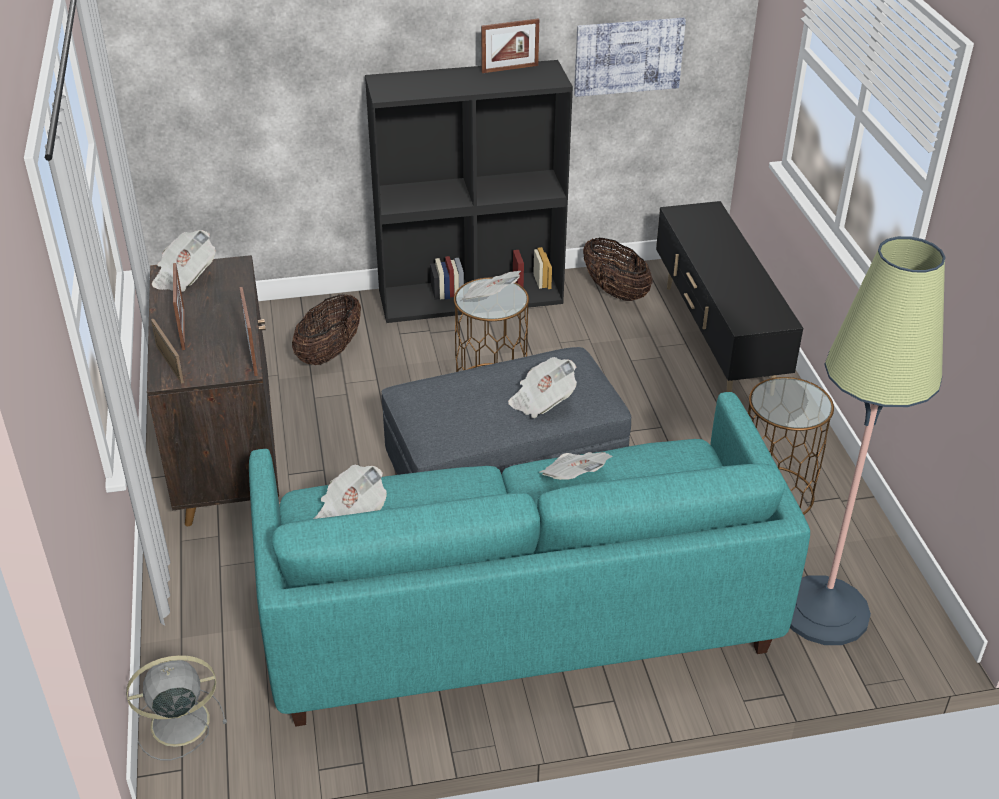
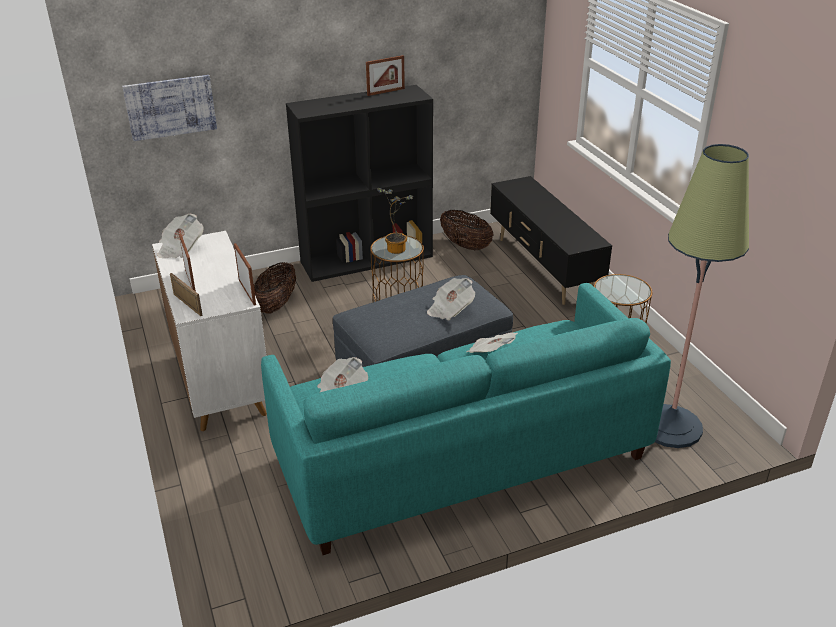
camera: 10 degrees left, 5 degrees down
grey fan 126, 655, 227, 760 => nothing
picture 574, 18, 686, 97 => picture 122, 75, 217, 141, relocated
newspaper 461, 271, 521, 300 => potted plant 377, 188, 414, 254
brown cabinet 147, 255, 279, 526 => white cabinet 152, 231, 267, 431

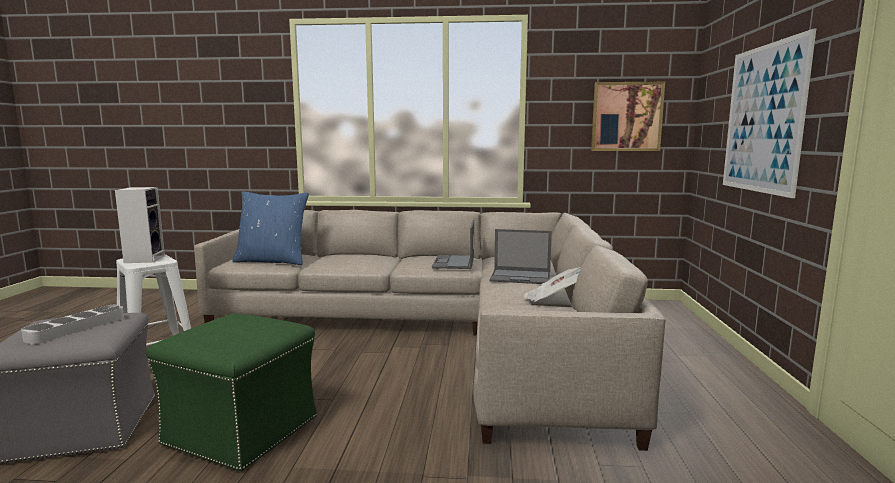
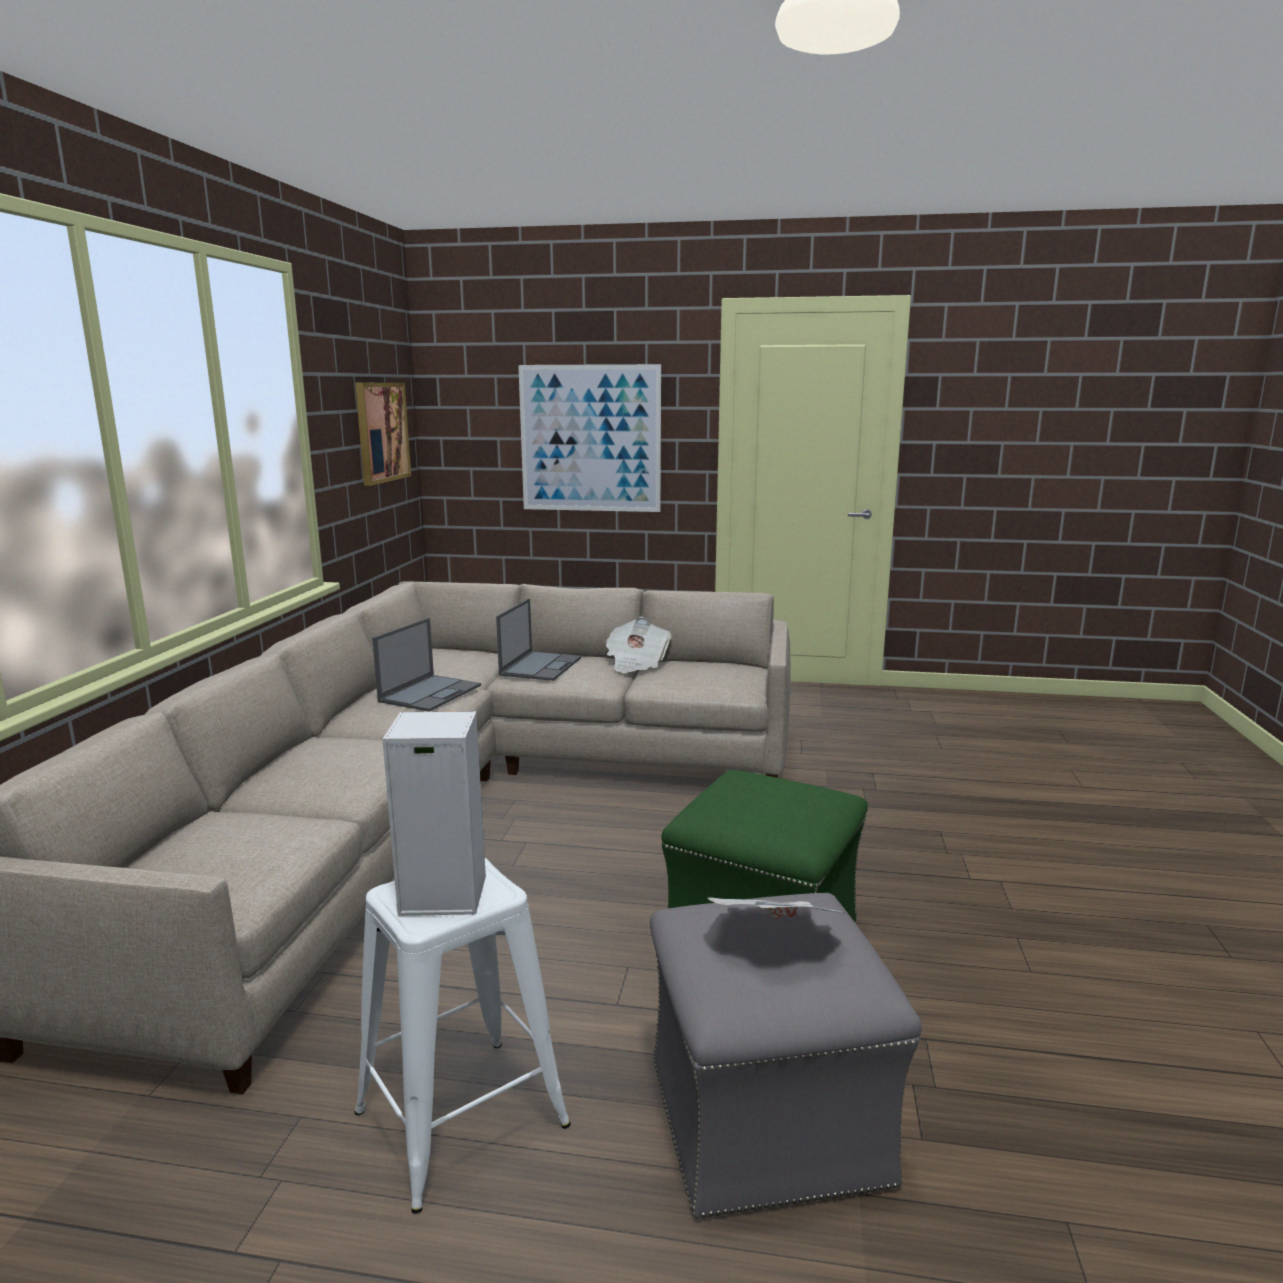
camera: 85 degrees left, 5 degrees up
blue pillow 232, 192, 309, 265 => nothing
grey tray 21, 305, 124, 344 => newspaper 708, 898, 847, 919
laptop 432, 220, 474, 269 => laptop 372, 618, 481, 712, 75 degrees counterclockwise

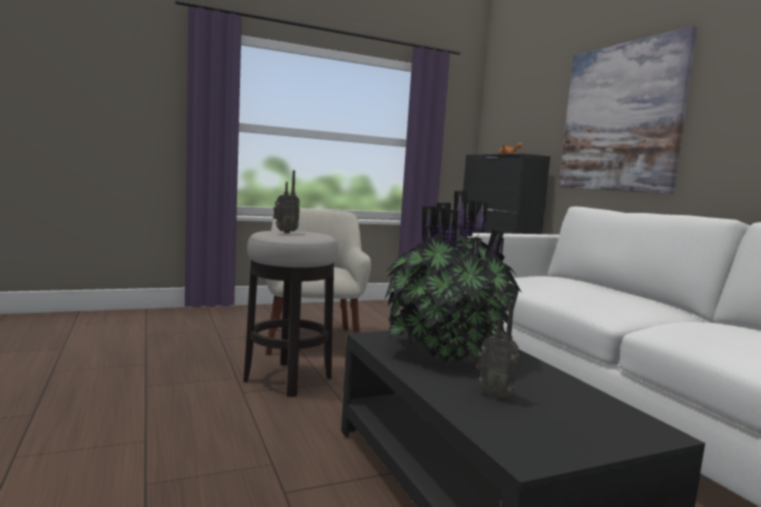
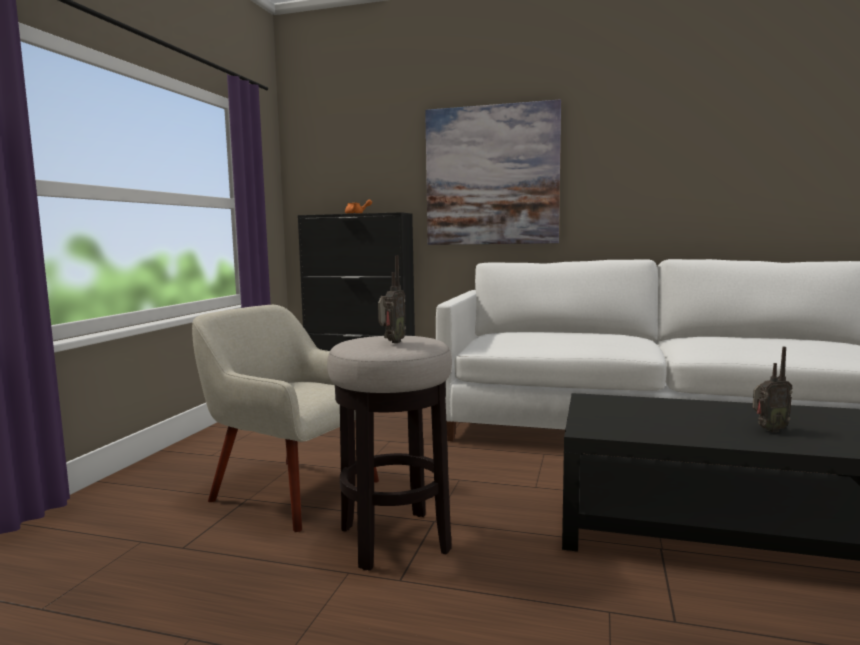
camera: 50 degrees left, 0 degrees up
potted plant 384, 191, 522, 363 => nothing

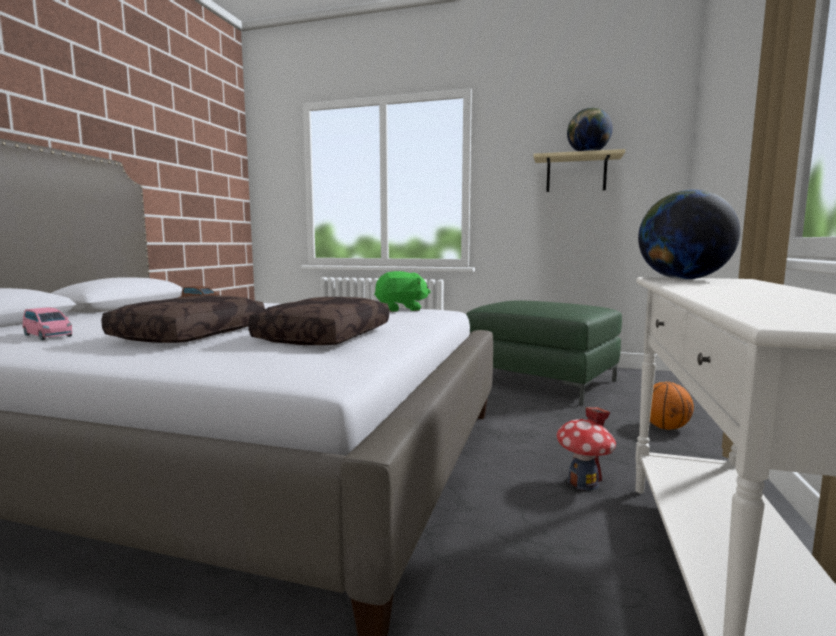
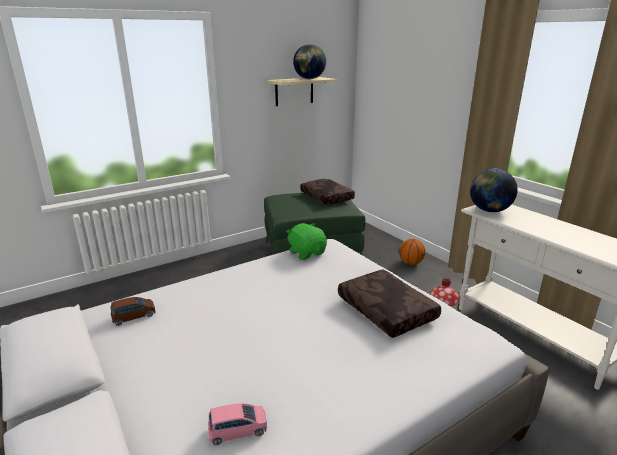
camera: 50 degrees left, 15 degrees up
brown pillow 101, 295, 265, 343 => brown pillow 300, 179, 355, 205, relocated
green plush toy 374, 271, 431, 312 => green plush toy 286, 223, 327, 260, 60 degrees counterclockwise

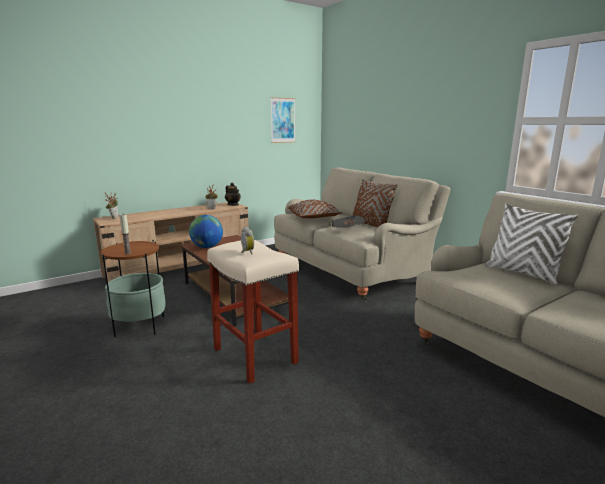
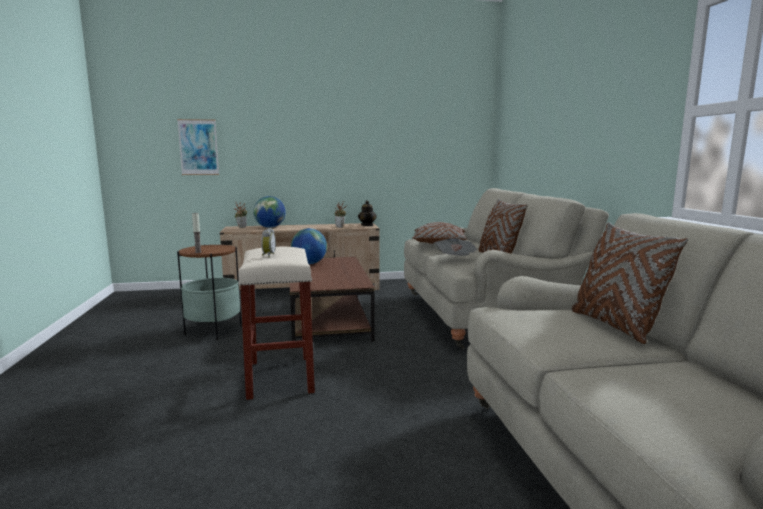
camera: 25 degrees right, 5 degrees down
nothing => globe 253, 196, 286, 228
picture 270, 97, 295, 143 => picture 177, 119, 219, 175, relocated
white pillow 485, 203, 578, 284 => brown pillow 572, 222, 688, 344

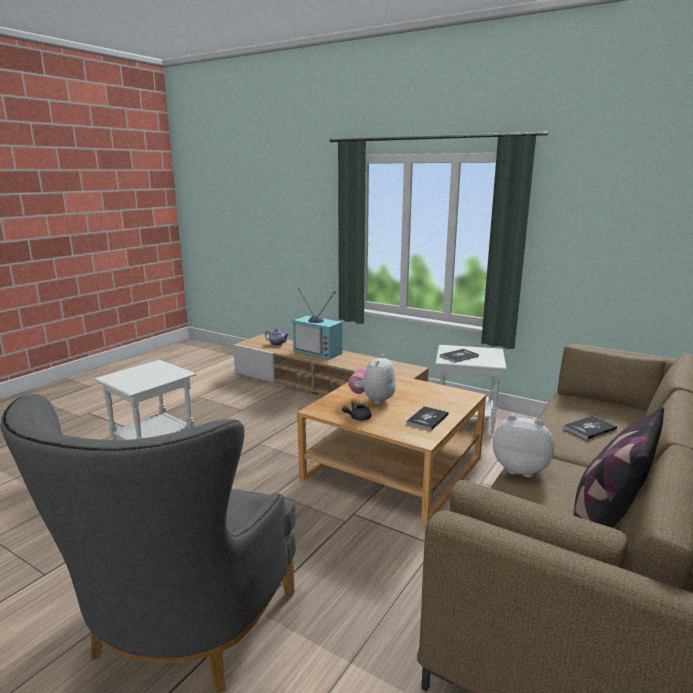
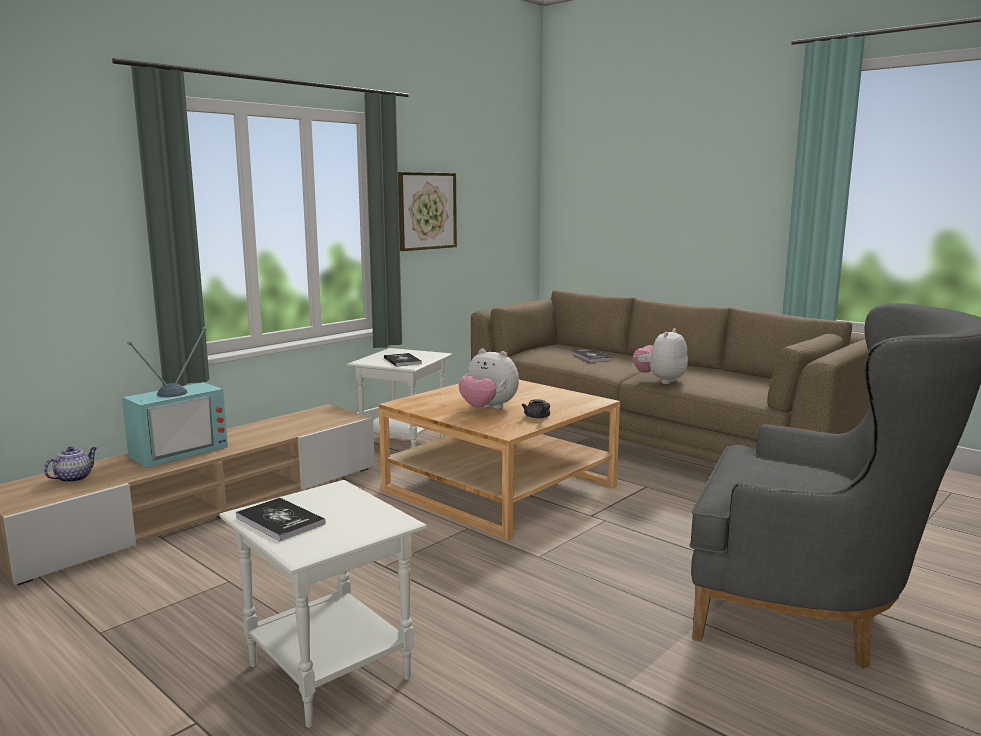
camera: 80 degrees left, 5 degrees down
pillow 573, 407, 664, 528 => nothing
nothing => picture 398, 172, 457, 251
book 406, 406, 449, 431 => book 236, 498, 326, 541, relocated

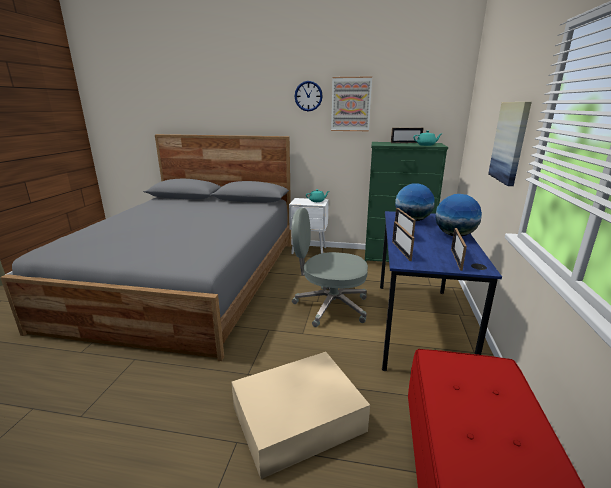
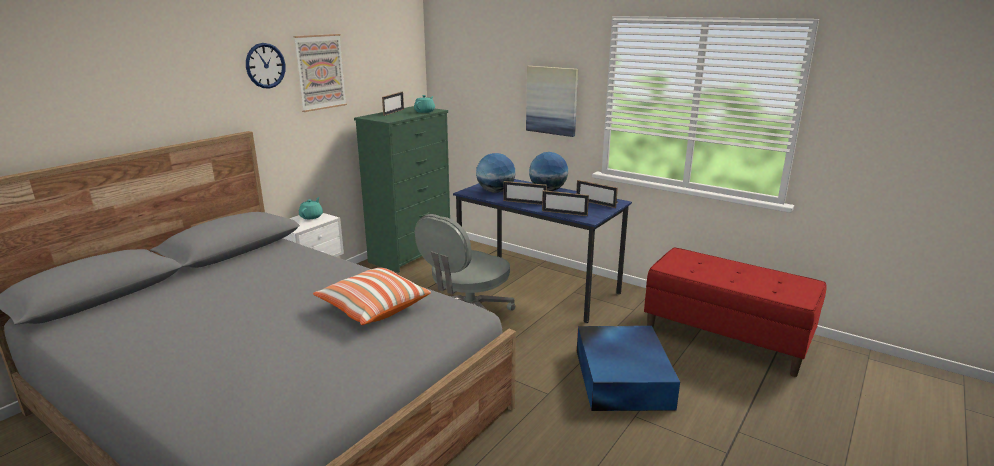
camera: 65 degrees left, 0 degrees up
nothing => pillow 313, 268, 431, 325
beige storage box 231, 352, 370, 479 => blue storage box 577, 326, 680, 411

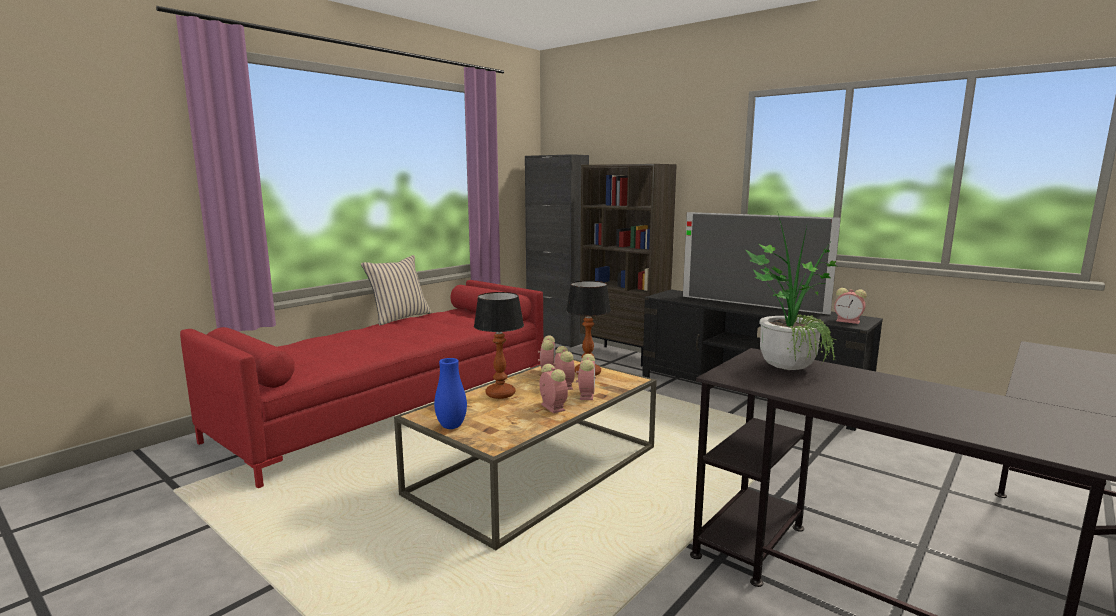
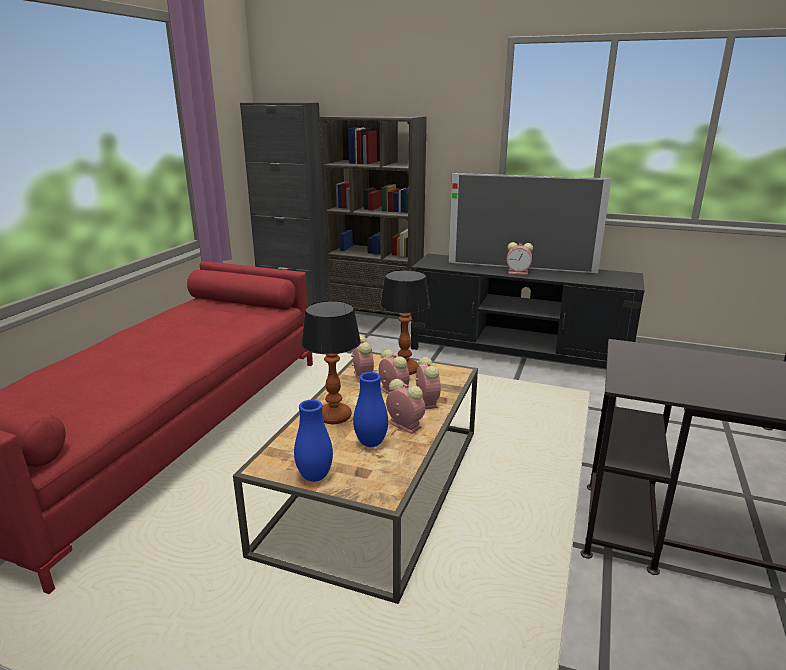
camera: 20 degrees left, 10 degrees up
beige pillow 361, 255, 432, 326 => nothing
potted plant 745, 214, 837, 370 => nothing
nothing => blue vase 353, 372, 388, 447
alarm clock 834, 288, 866, 324 => alarm clock 507, 242, 533, 275, relocated

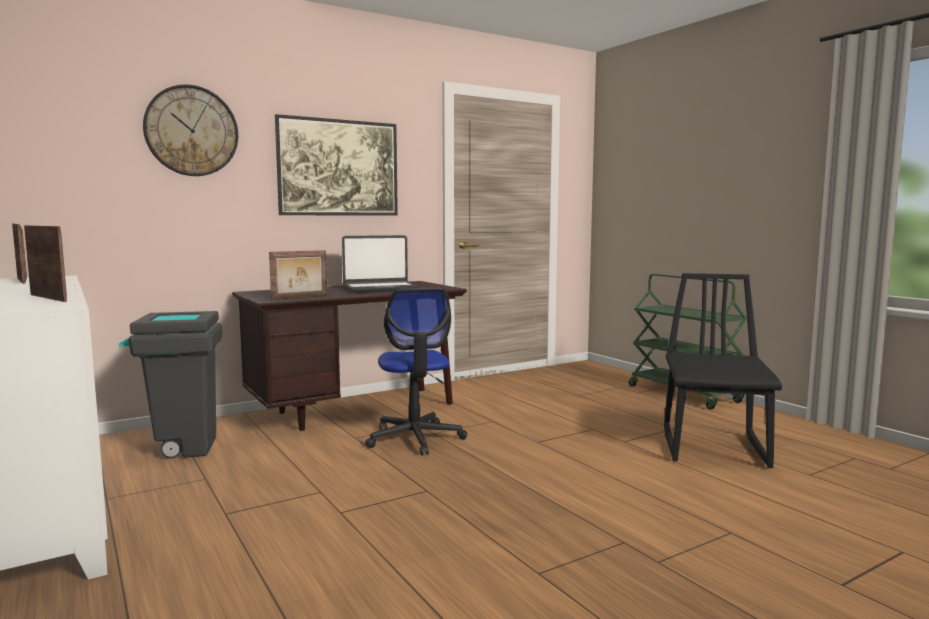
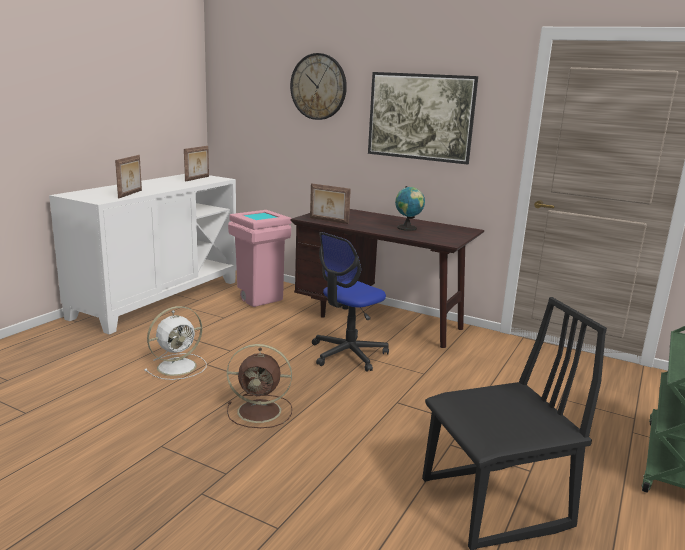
camera: 60 degrees right, 10 degrees up
nothing => white fan 144, 306, 207, 380
nothing => brown fan 227, 344, 292, 428
laptop 342, 235, 420, 293 => globe 395, 186, 425, 231
grey trash can 119, 311, 222, 459 => pink trash can 228, 210, 291, 307

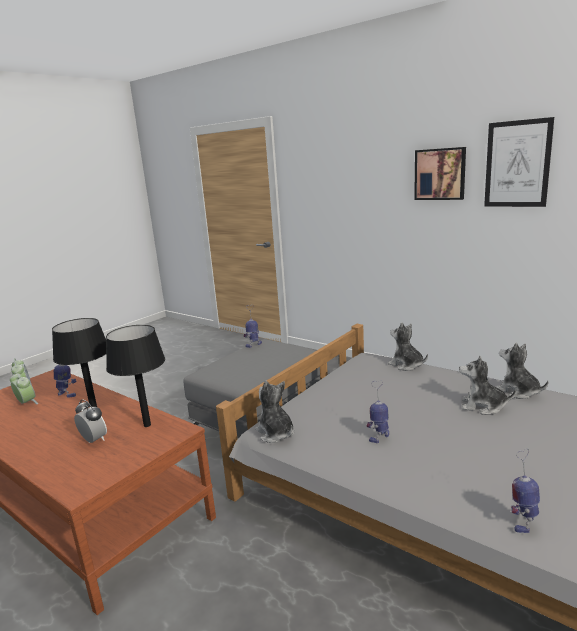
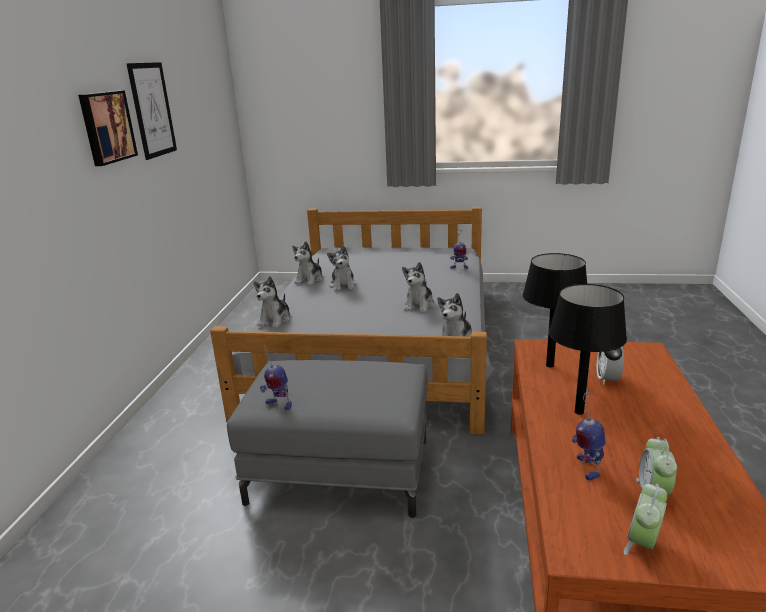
camera: 120 degrees left, 5 degrees up
toy robot 366, 380, 389, 443 => plush toy 402, 262, 435, 313

